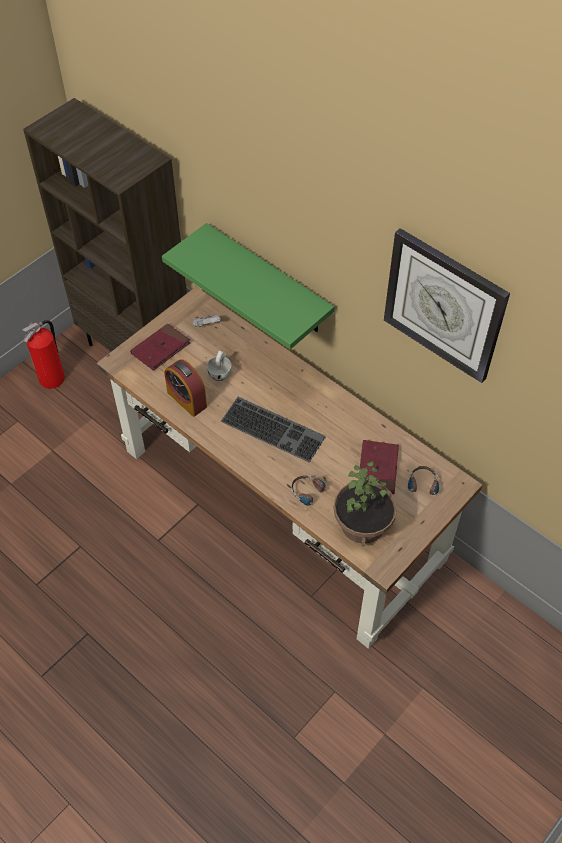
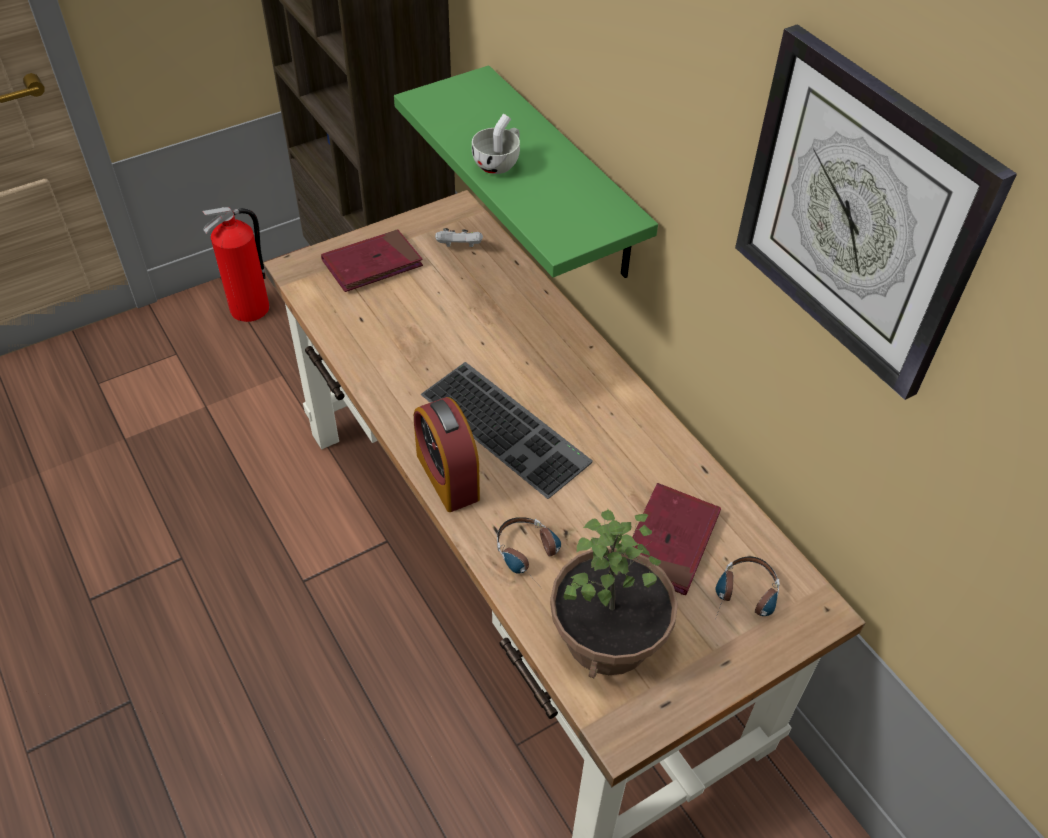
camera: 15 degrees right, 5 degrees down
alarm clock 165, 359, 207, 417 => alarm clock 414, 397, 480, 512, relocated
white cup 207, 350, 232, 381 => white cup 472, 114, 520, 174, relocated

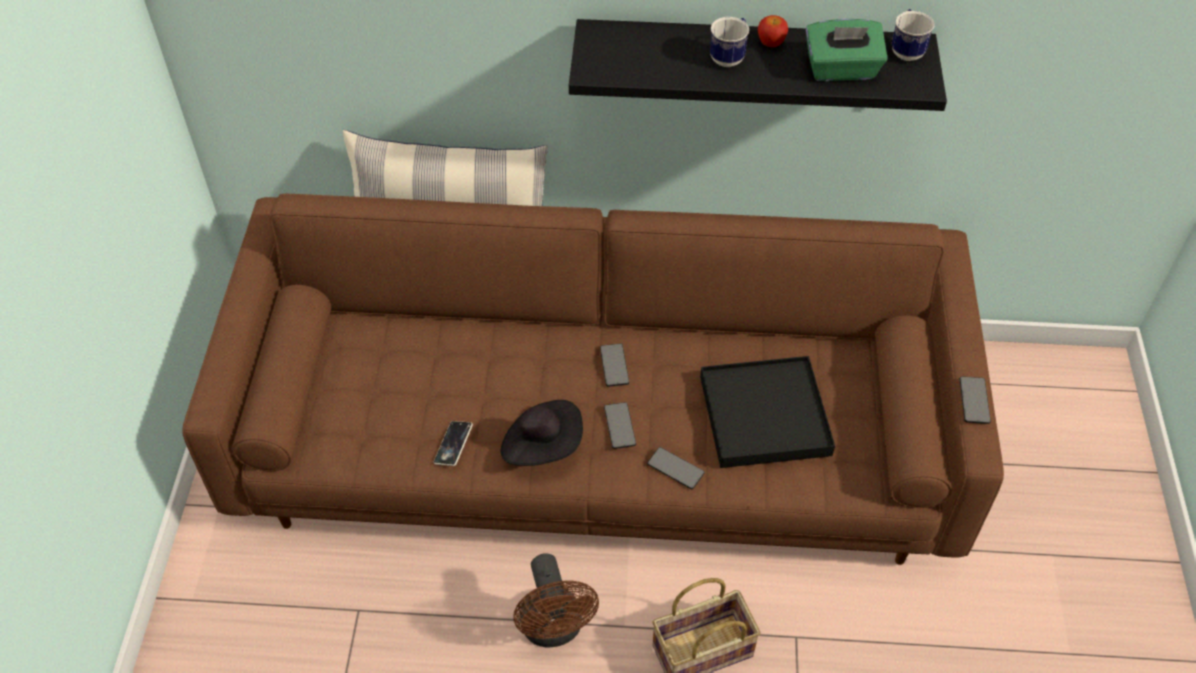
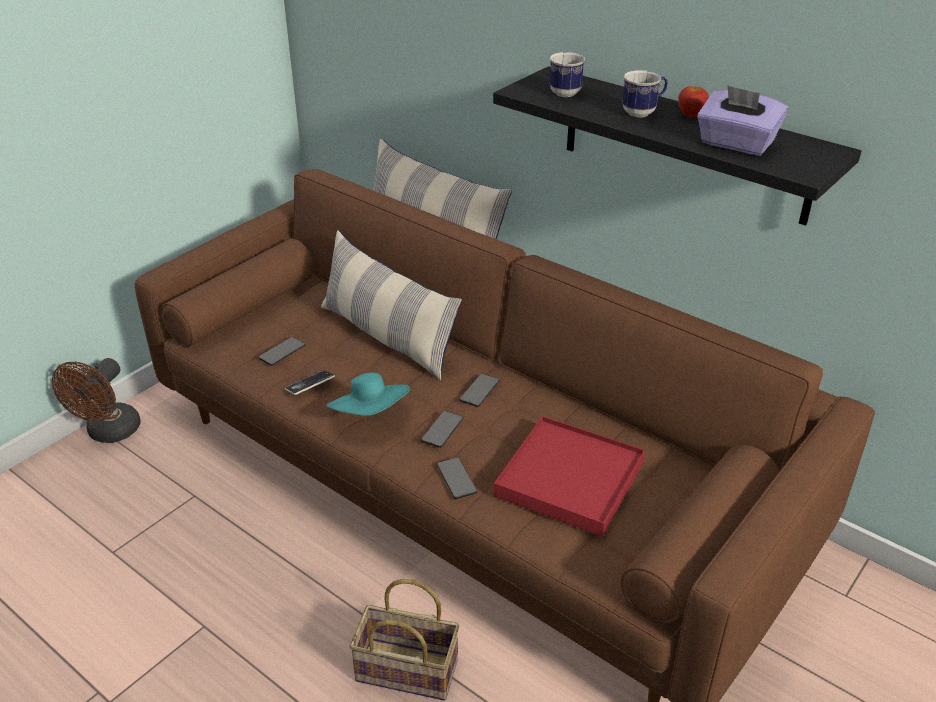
camera: 35 degrees right, 15 degrees down
nothing => pillow 321, 230, 462, 381
brown fan 513, 553, 599, 648 => brown fan 52, 358, 141, 443, relocated
mug 892, 9, 934, 61 => mug 550, 52, 585, 97, relocated
phone 959, 376, 991, 424 => phone 258, 337, 305, 366, relocated
black hat 501, 400, 583, 466 => turquoise hat 327, 373, 410, 415
black tray 700, 356, 835, 468 => red tray 494, 416, 645, 537
green tissue box 806, 19, 888, 81 => purple tissue box 697, 85, 788, 156

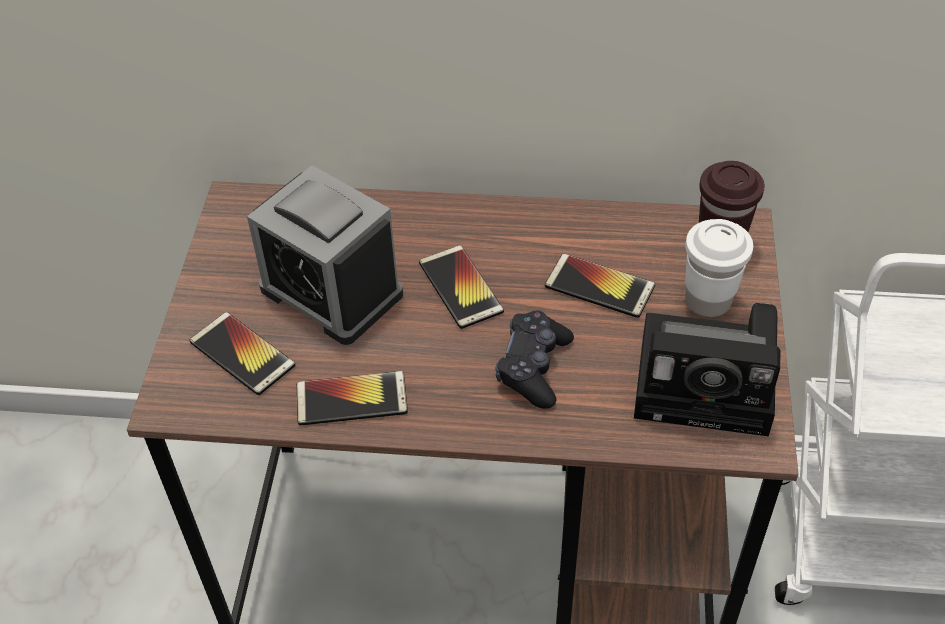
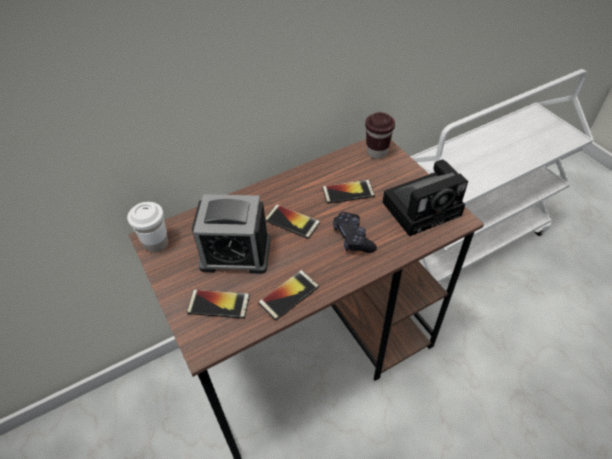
camera: 35 degrees left, 0 degrees up
white cup 685, 219, 753, 317 => white cup 127, 202, 168, 253, relocated

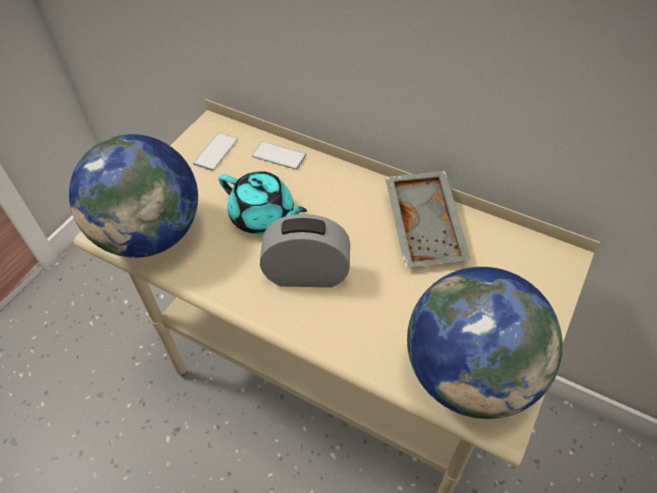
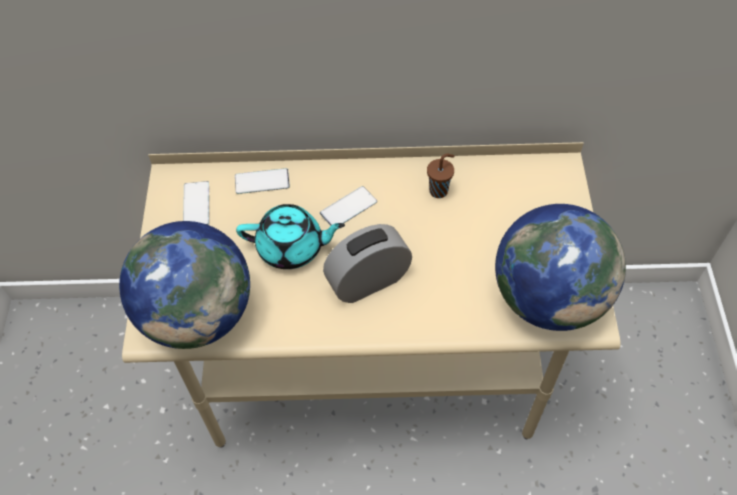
camera: 30 degrees left, 5 degrees up
nothing => phone 320, 186, 377, 226
grey tray 385, 170, 471, 268 => brown cup 427, 154, 454, 198

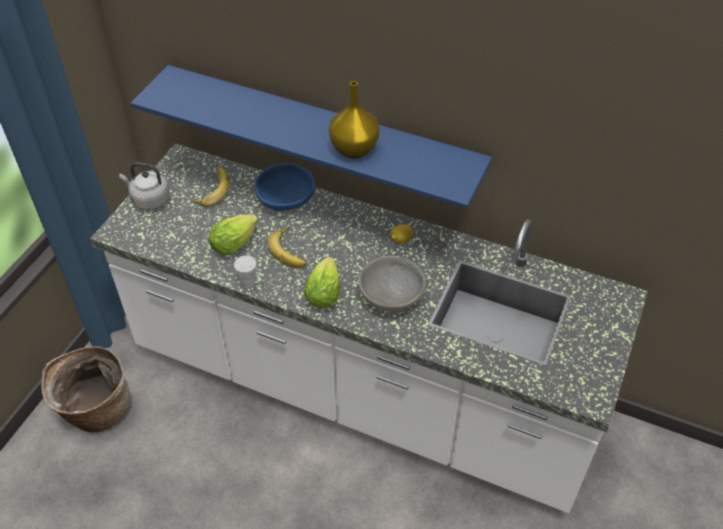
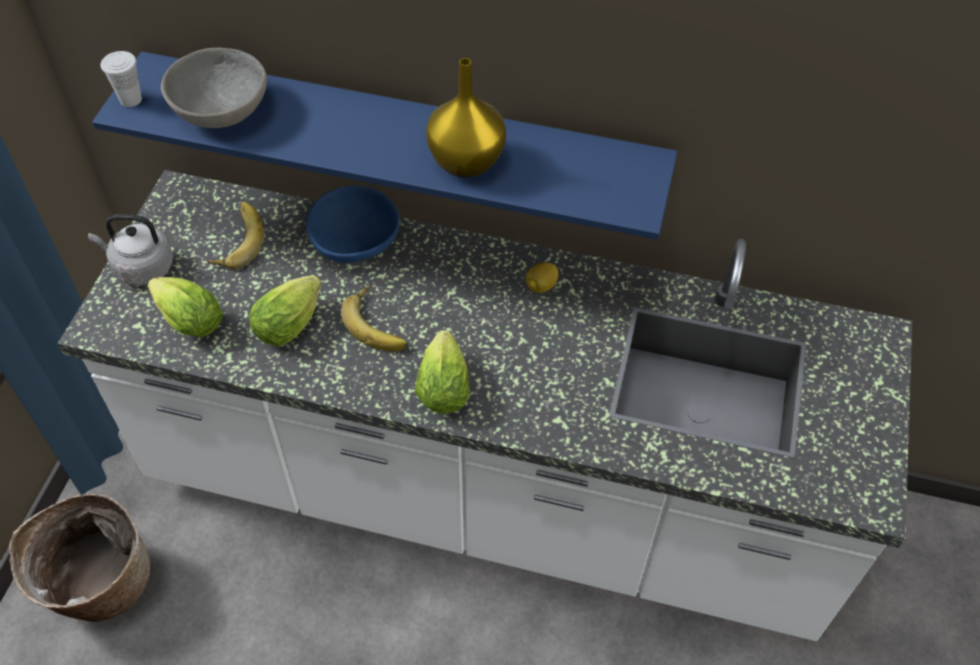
camera: 10 degrees left, 5 degrees up
nothing => lettuce 148, 277, 223, 337
white cup 234, 256, 257, 289 => white cup 101, 51, 142, 107, relocated
grey bowl 358, 256, 426, 312 => grey bowl 161, 48, 267, 128, relocated

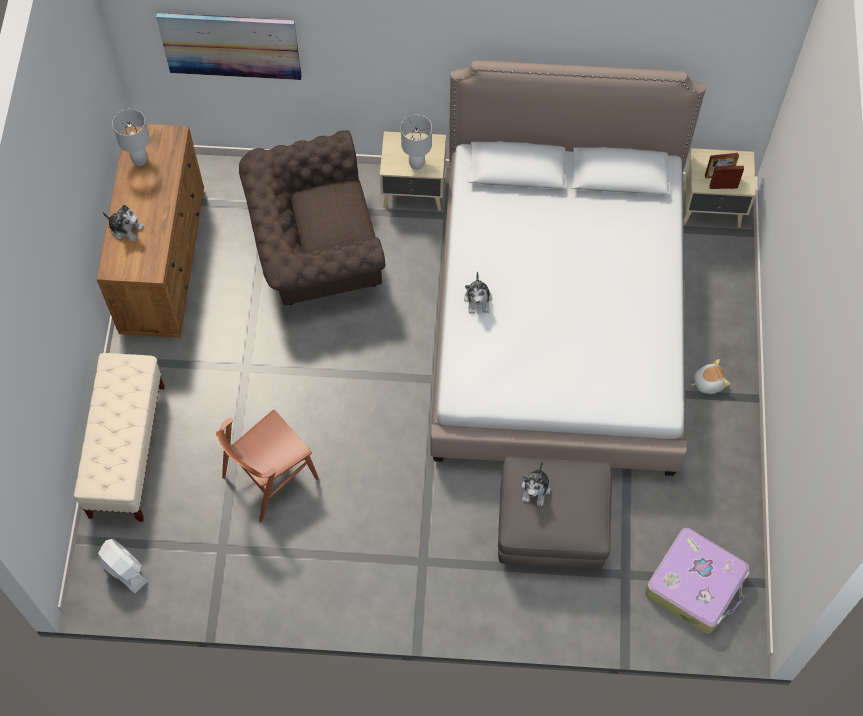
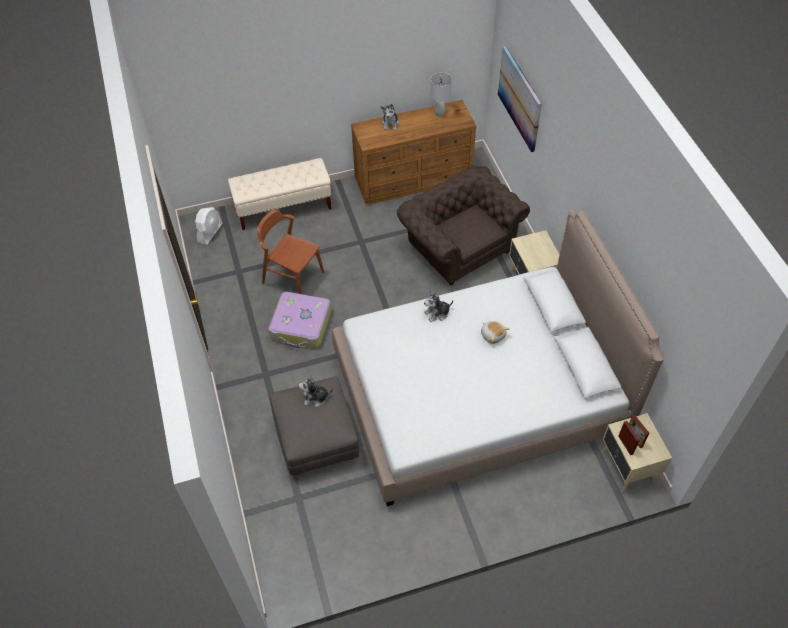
camera: 70 degrees right, 10 degrees down
white table lamp 401, 115, 432, 170 => nothing
suitcase 645, 528, 750, 634 => suitcase 269, 292, 331, 348, relocated
plush toy 691, 359, 730, 394 => plush toy 481, 321, 510, 344, relocated

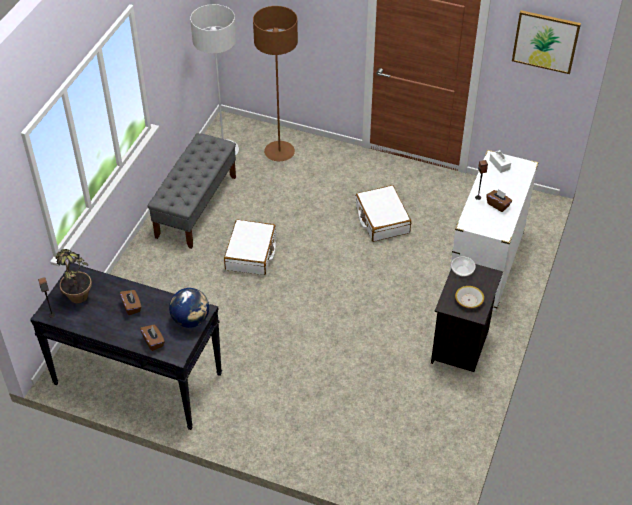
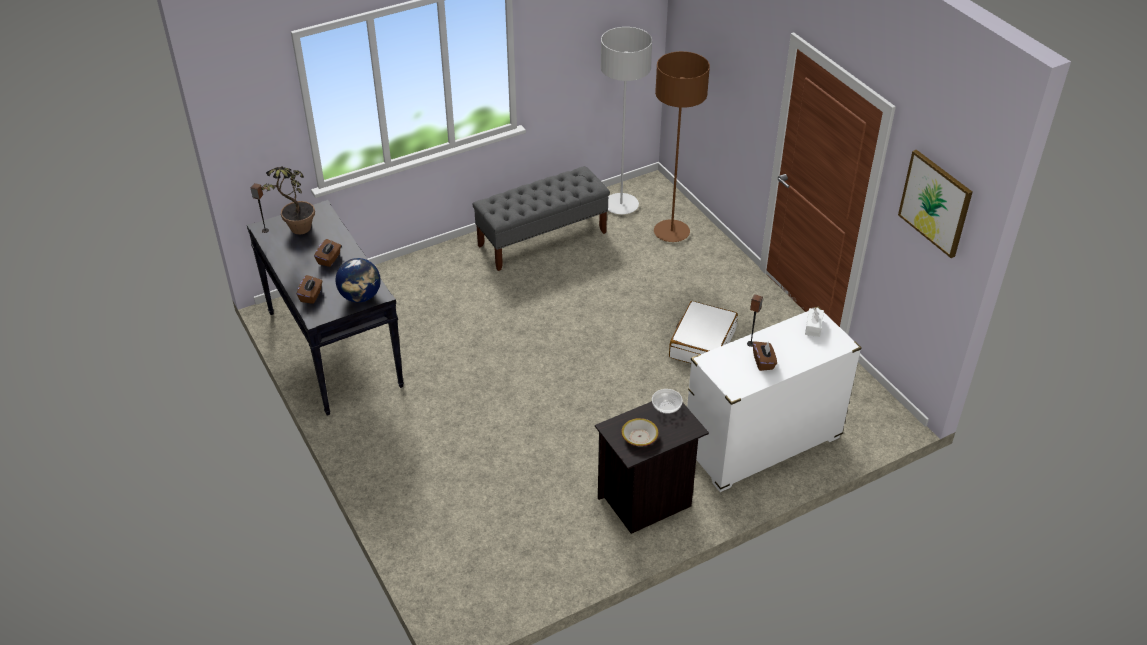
camera: 40 degrees right, 5 degrees down
white suitcase 224, 219, 276, 275 => nothing

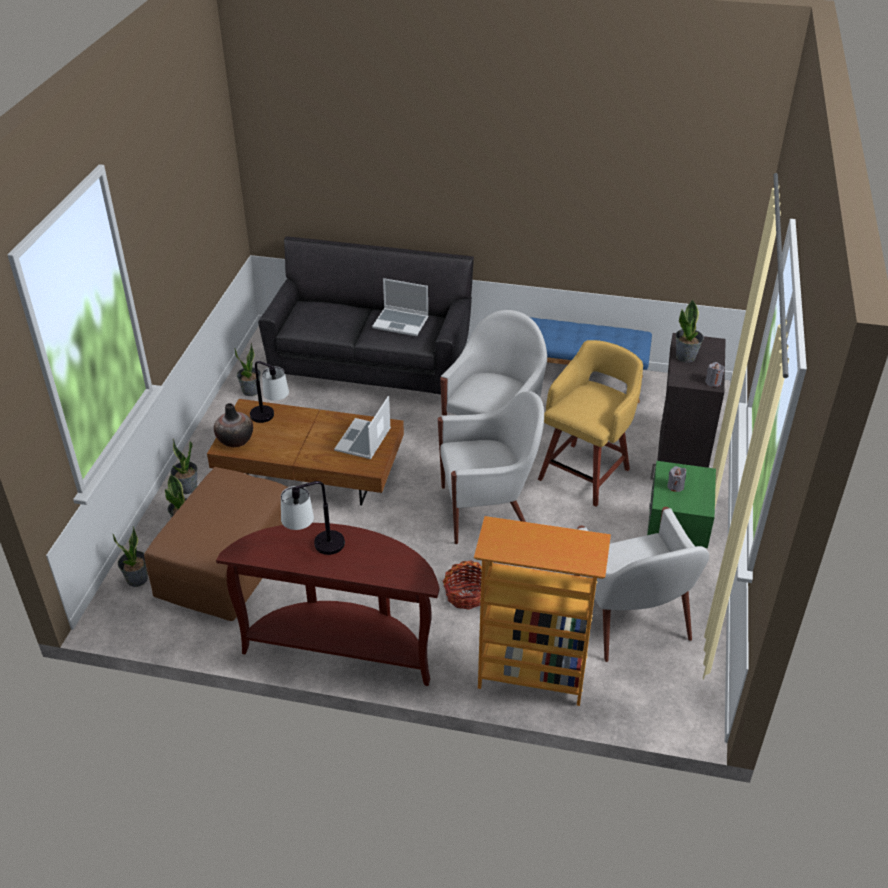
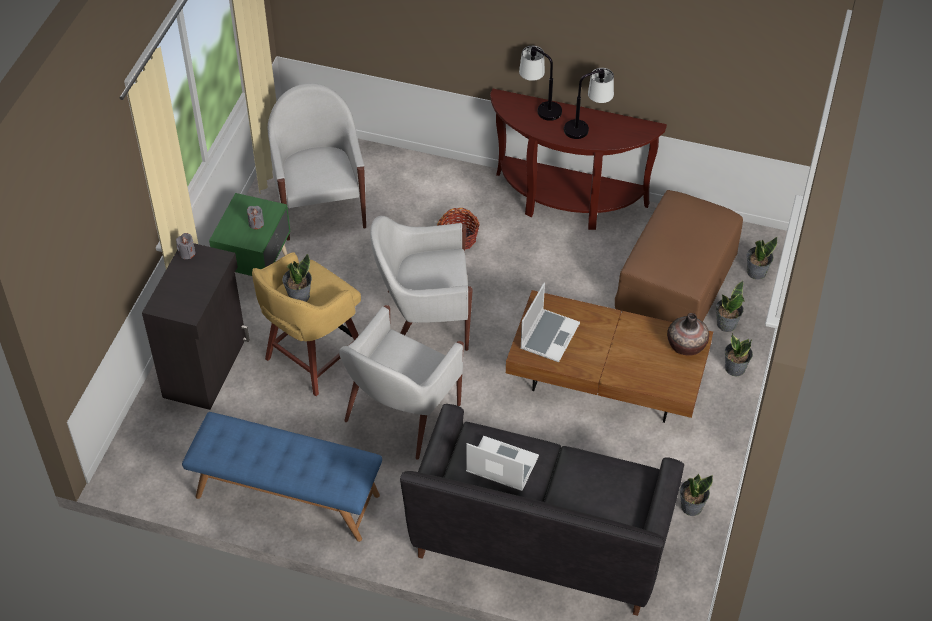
camera: 175 degrees left, 10 degrees up
bookcase 474, 516, 611, 706 => nothing
table lamp 250, 361, 289, 423 => table lamp 519, 46, 562, 121, relocated
potted plant 676, 300, 704, 363 => potted plant 282, 254, 312, 302, relocated

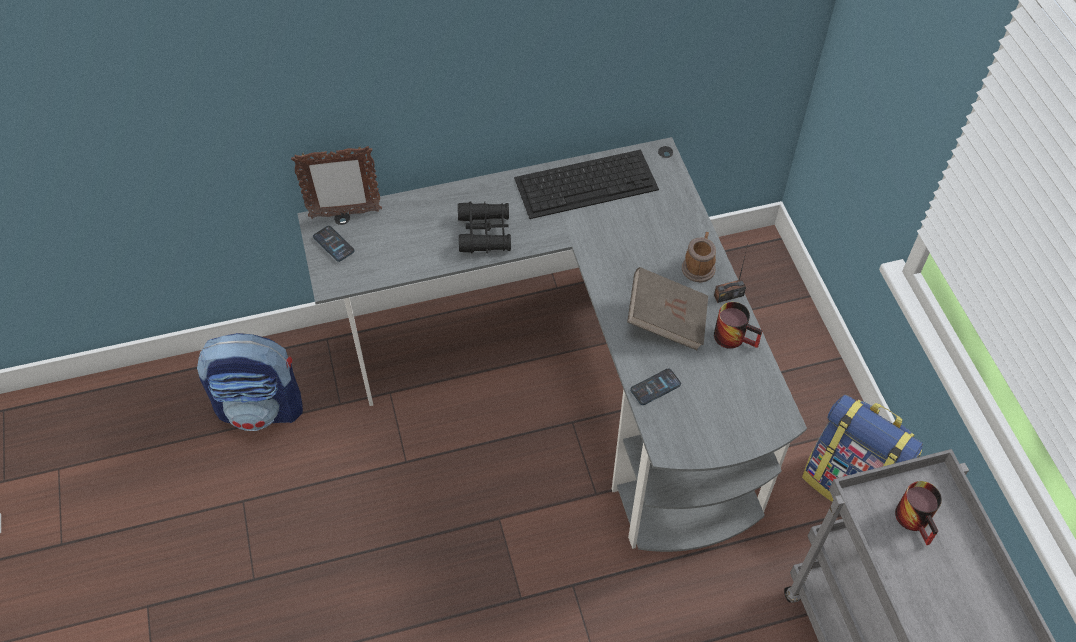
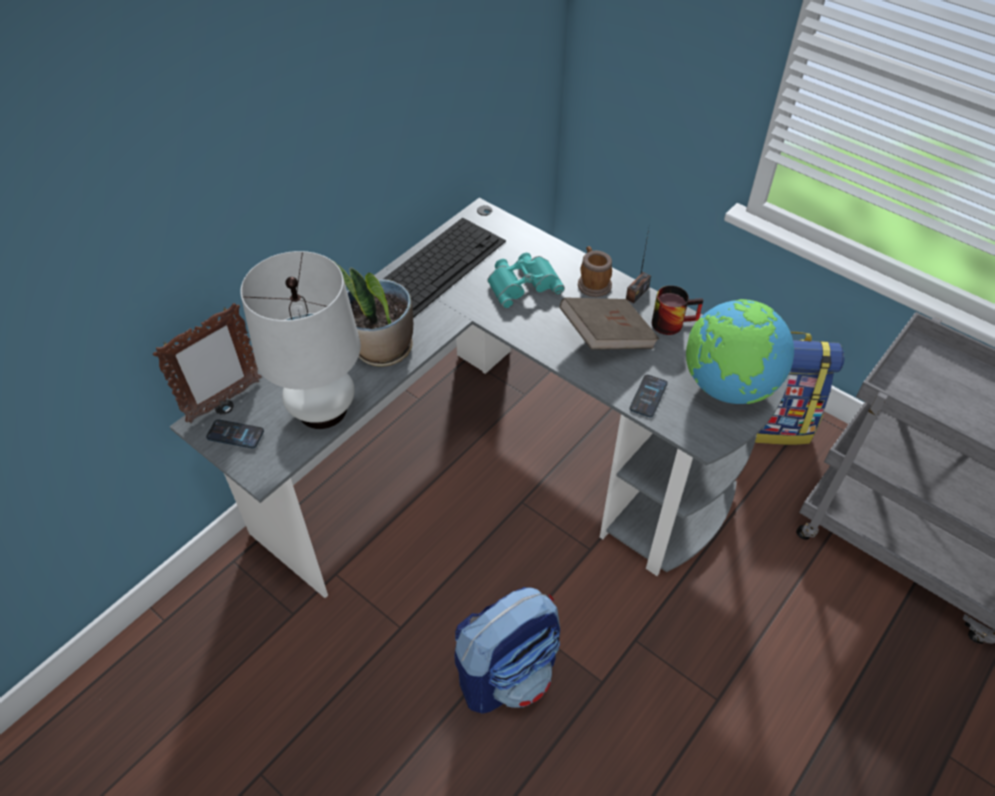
camera: 35 degrees left, 5 degrees down
mug 895, 481, 942, 545 => nothing
nothing => white table lamp 240, 251, 361, 429
nothing => turquoise binoculars 487, 253, 565, 308
nothing => globe 686, 299, 794, 404
backpack 197, 333, 303, 431 => backpack 454, 587, 560, 713, relocated
black binoculars 458, 201, 511, 253 => potted plant 332, 260, 413, 367

